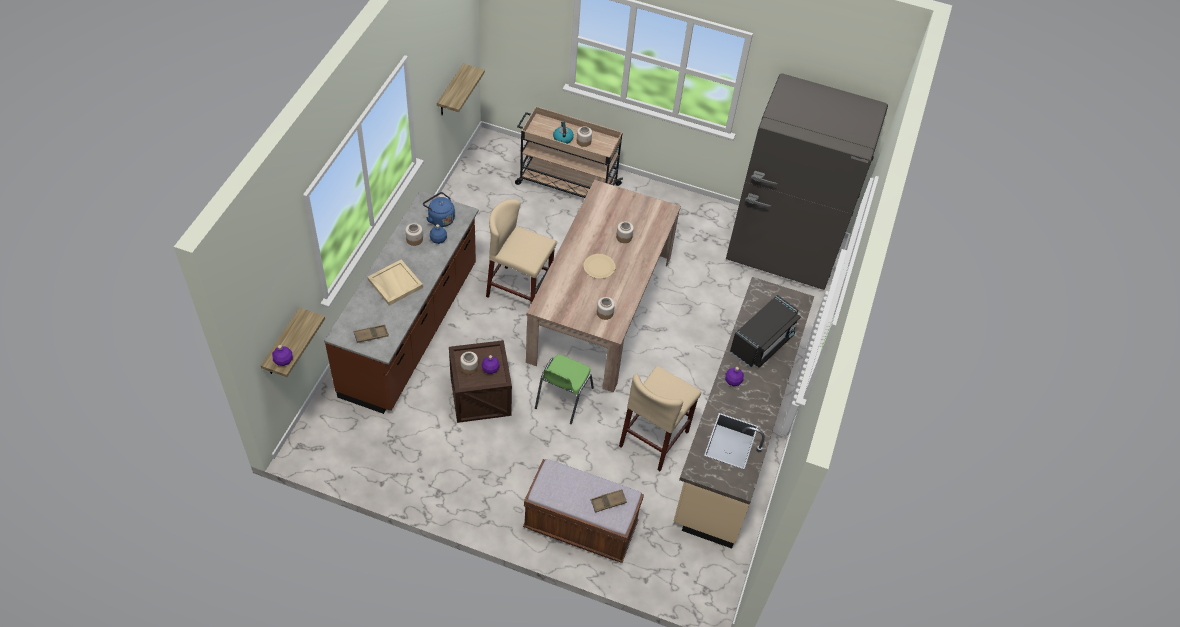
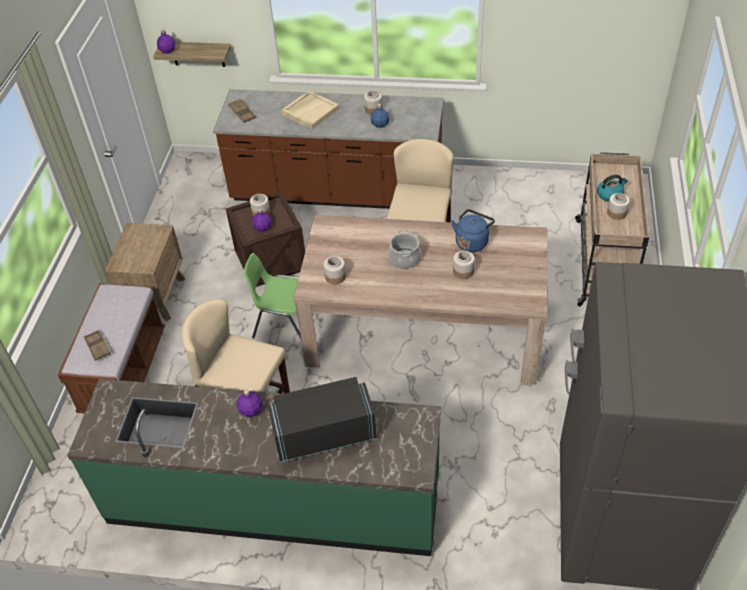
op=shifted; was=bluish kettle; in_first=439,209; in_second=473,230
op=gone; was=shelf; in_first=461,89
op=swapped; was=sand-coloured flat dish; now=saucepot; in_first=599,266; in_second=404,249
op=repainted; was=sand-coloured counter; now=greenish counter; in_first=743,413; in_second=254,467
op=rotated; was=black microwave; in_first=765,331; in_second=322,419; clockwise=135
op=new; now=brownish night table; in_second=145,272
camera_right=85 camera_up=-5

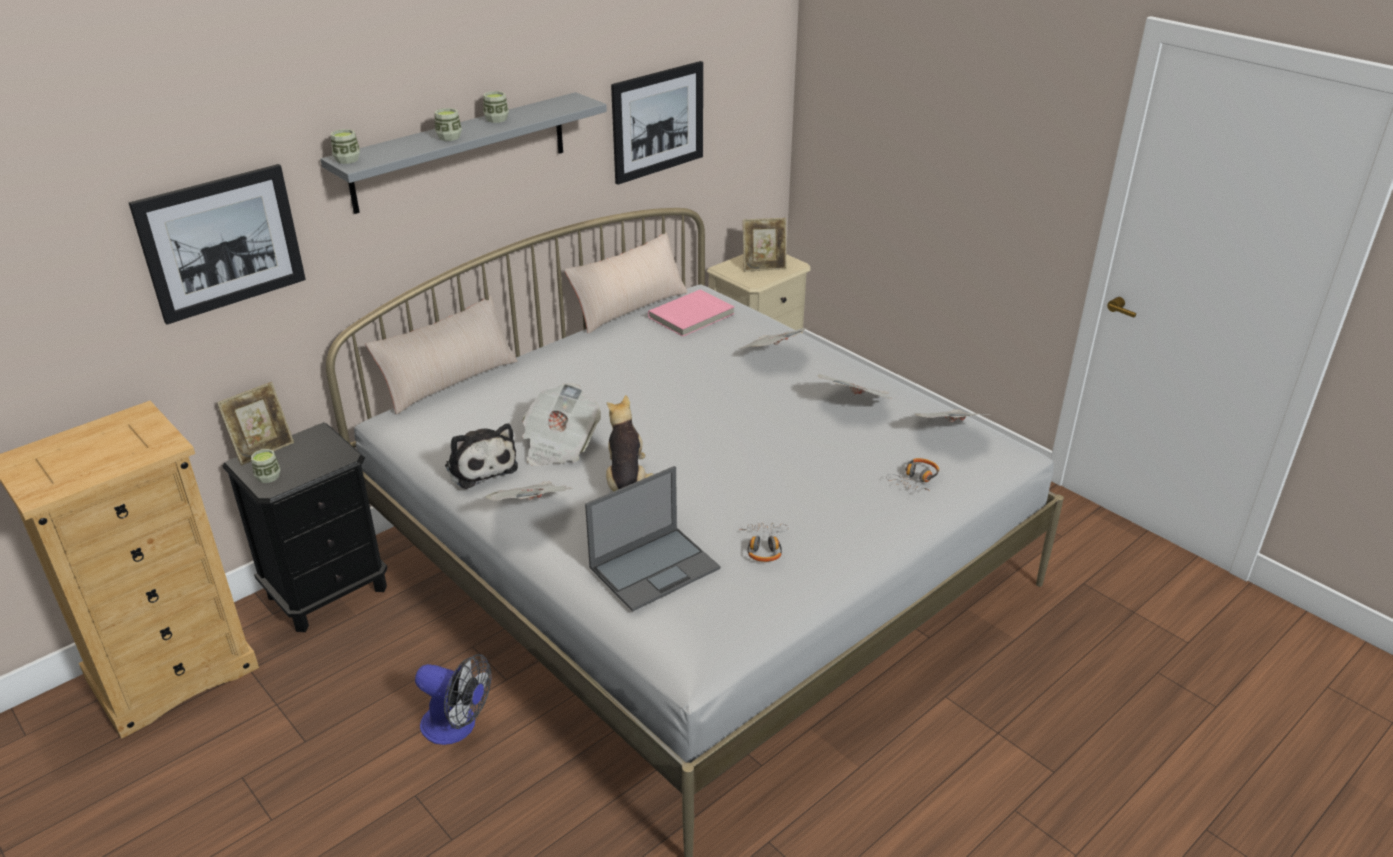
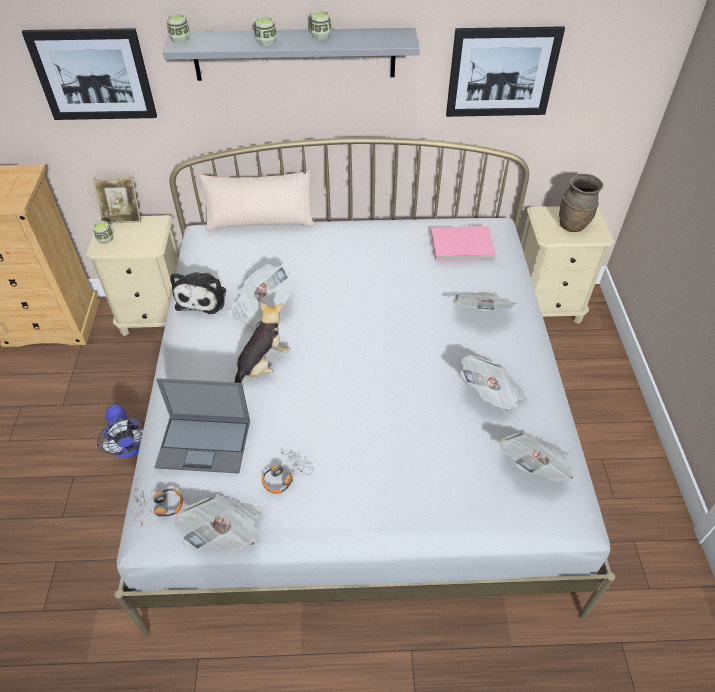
op=repainted; was=black night table; now=sand-coloured night table; in_first=305,527; in_second=132,275
op=shifted; was=newspaper; in_first=528,491; in_second=218,524
op=gone; was=sand-coloured throw pillow; in_first=626,282
op=swapped; was=photo frame; now=brownish flower vase; in_first=765,245; in_second=581,203
op=shifted; was=pair of headphones; in_first=912,474; in_second=157,506
camera_right=40 camera_up=15

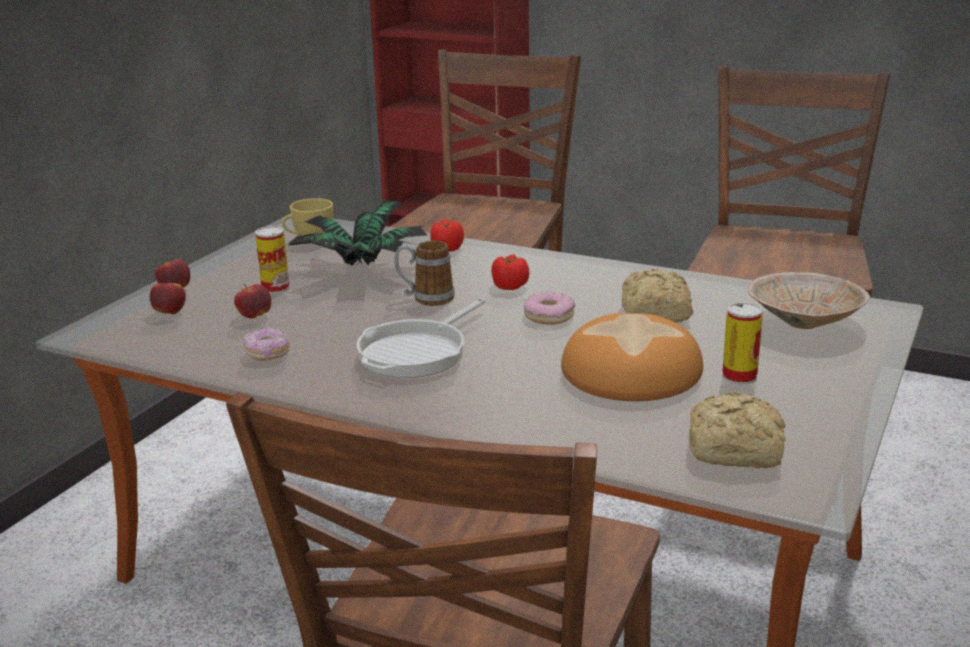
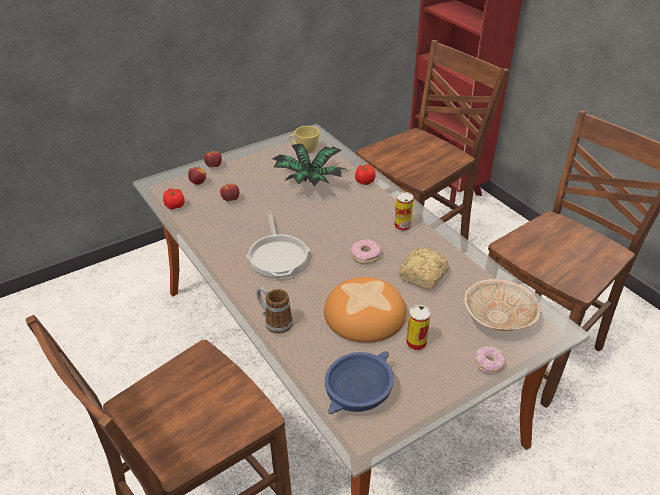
op=shifted; was=ring doughnut; in_first=266,343; in_second=490,360
op=shifted; was=can; in_first=272,260; in_second=404,212
op=rotated; was=frying pan; in_first=421,338; in_second=277,244; clockwise=-75
op=shifted; was=tea mug; in_first=424,273; in_second=274,310
op=shifted; was=tomato; in_first=510,272; in_second=174,198
op=swapped; was=bakery bread; now=bluish deep dish; in_first=737,430; in_second=359,382
camera_right=30 camera_up=15

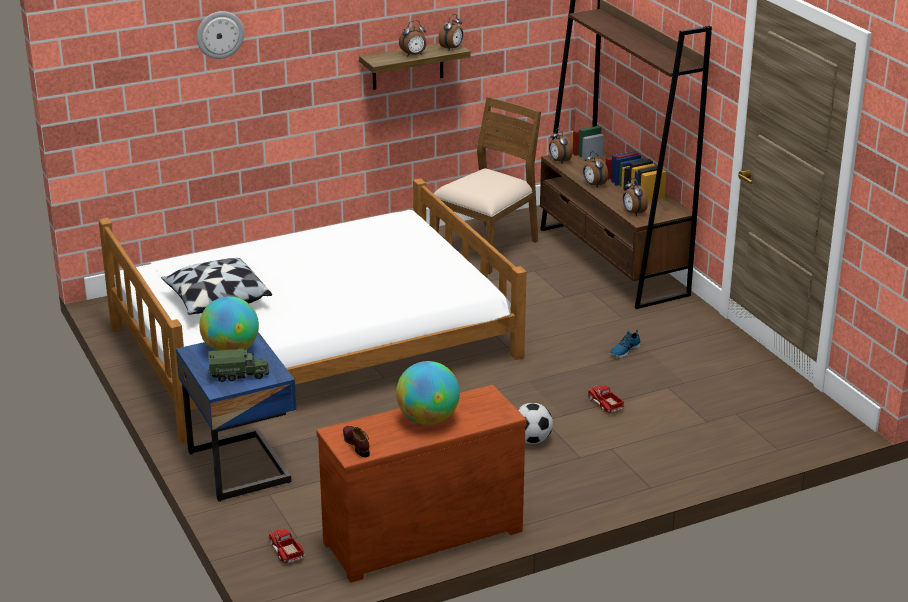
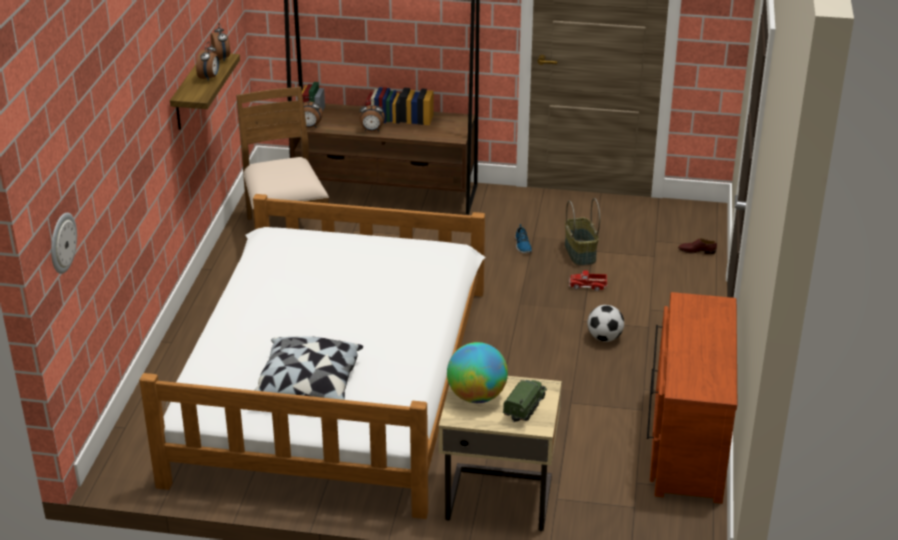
op=repainted; was=bluish night table; now=sand-coloured night table; in_first=236,417; in_second=500,453
op=shifted; was=clock on the wall; in_first=220,35; in_second=64,243
op=gone; was=model truck; in_first=287,546
op=shifted; was=brownish item of footwear; in_first=356,441; in_second=697,246
op=gone; was=world globe; in_first=428,393
op=gone; was=table clock; in_first=635,197
op=new; now=storage basket; in_second=582,231
camera_right=-55 camera_up=5

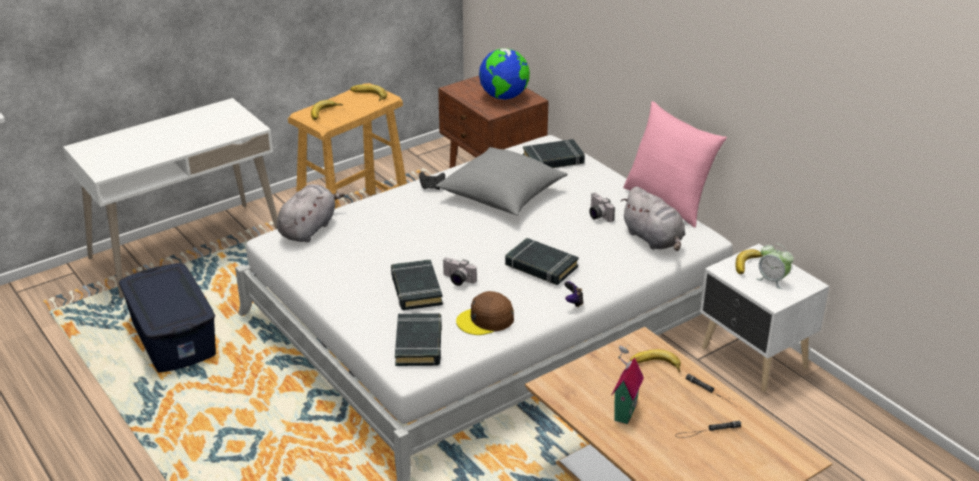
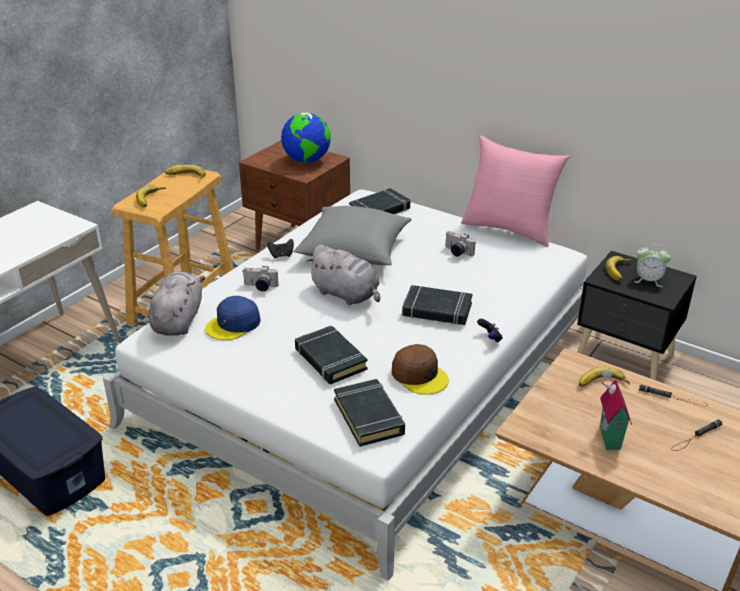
op=shifted; was=still camera; in_first=459,271; in_second=260,278
op=rotated; was=brownish cap; in_first=485,313; in_second=420,369; clockwise=-90
op=shifted; was=gray soft toy; in_first=653,219; in_second=343,275
op=repainted; was=white night table; now=black night table; in_first=764,318; in_second=637,315
op=new; now=bluish cap; in_second=233,318
camera_right=-20 camera_up=0

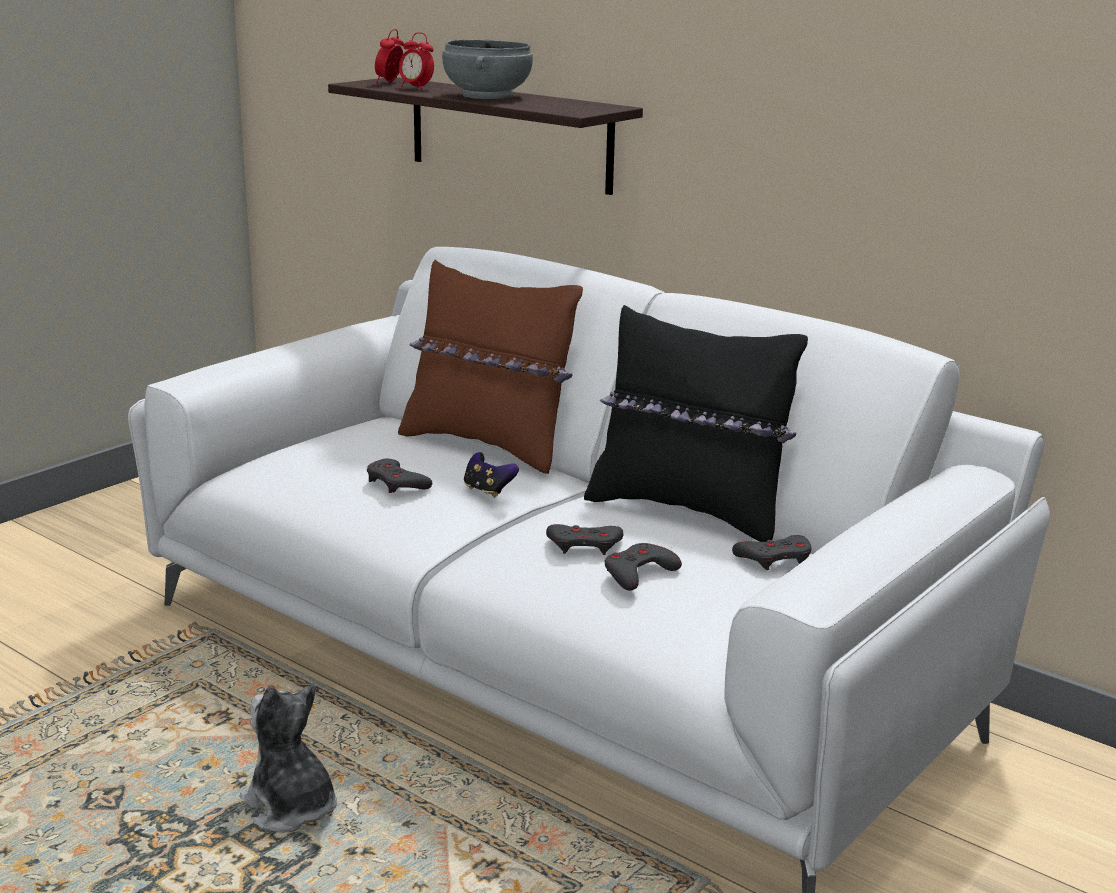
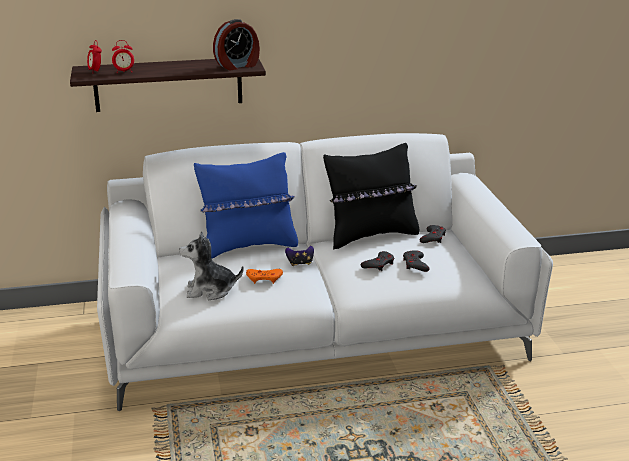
op=shifted; was=soft toy; in_first=288,758; in_second=211,265
op=repainted; was=gray game controller; now=orange game controller; in_first=399,476; in_second=264,276
op=repainted; was=brownish throw pillow; now=bluish throw pillow; in_first=490,367; in_second=246,205
op=gone; was=gray deep dish; in_first=487,69
op=new; now=table clock; in_second=236,44
camera_right=-50 camera_up=5

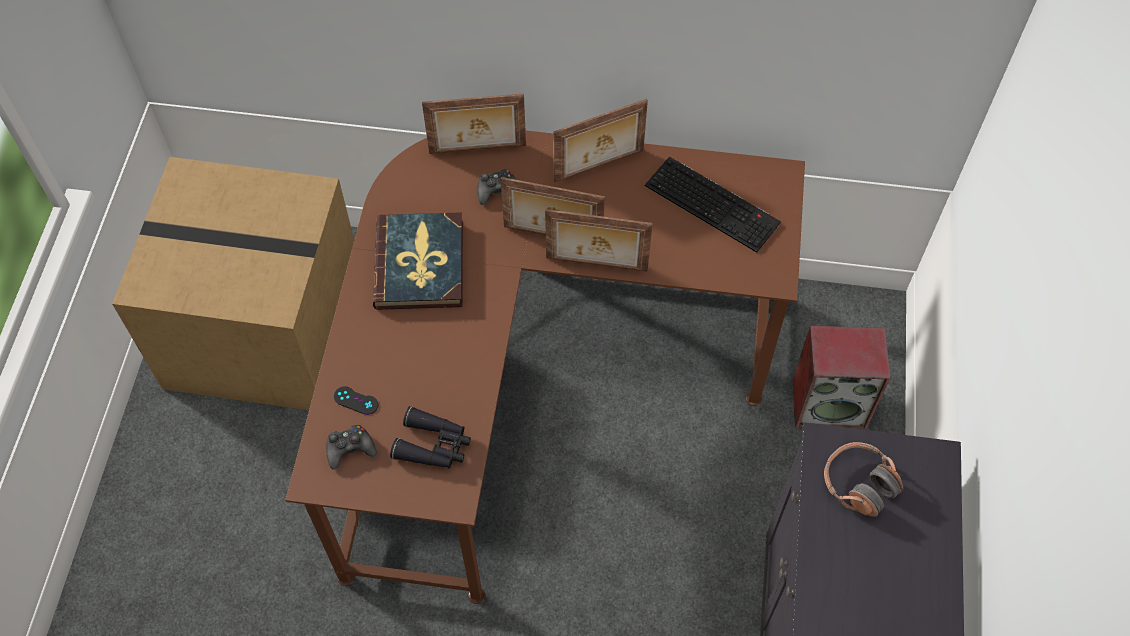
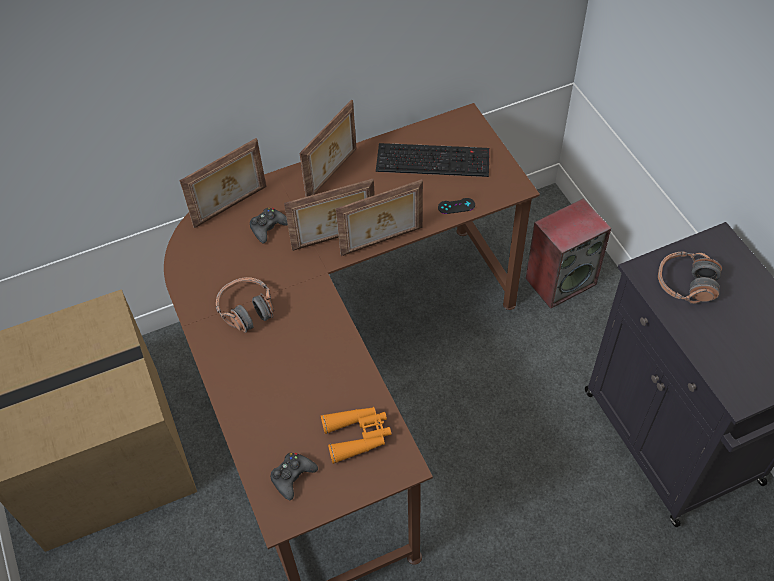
op=shifted; was=black game controller; in_first=356,400; in_second=456,206
op=swapped; was=bound book; now=pair of headphones; in_first=418,261; in_second=245,305
op=repainted; was=black field glasses; now=orange field glasses; in_first=430,437; in_second=356,435
camera_right=-30 camera_up=-5

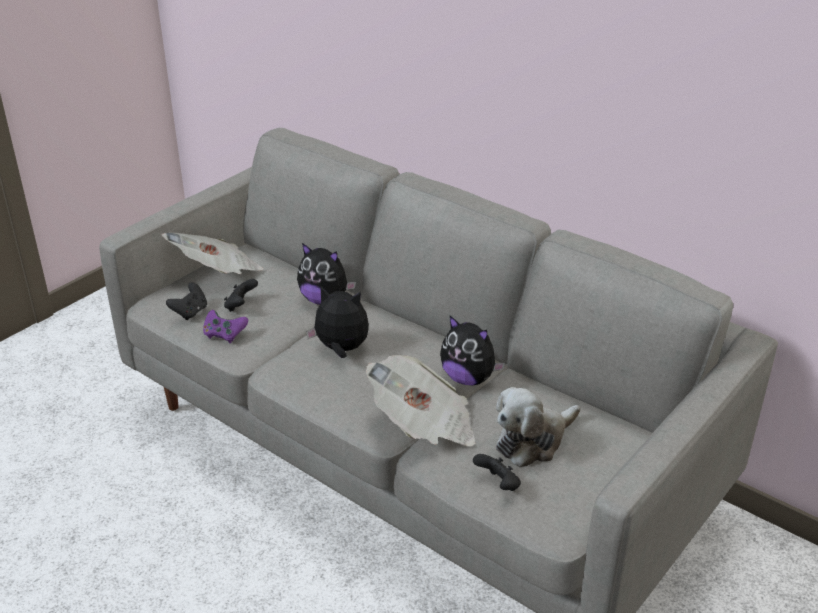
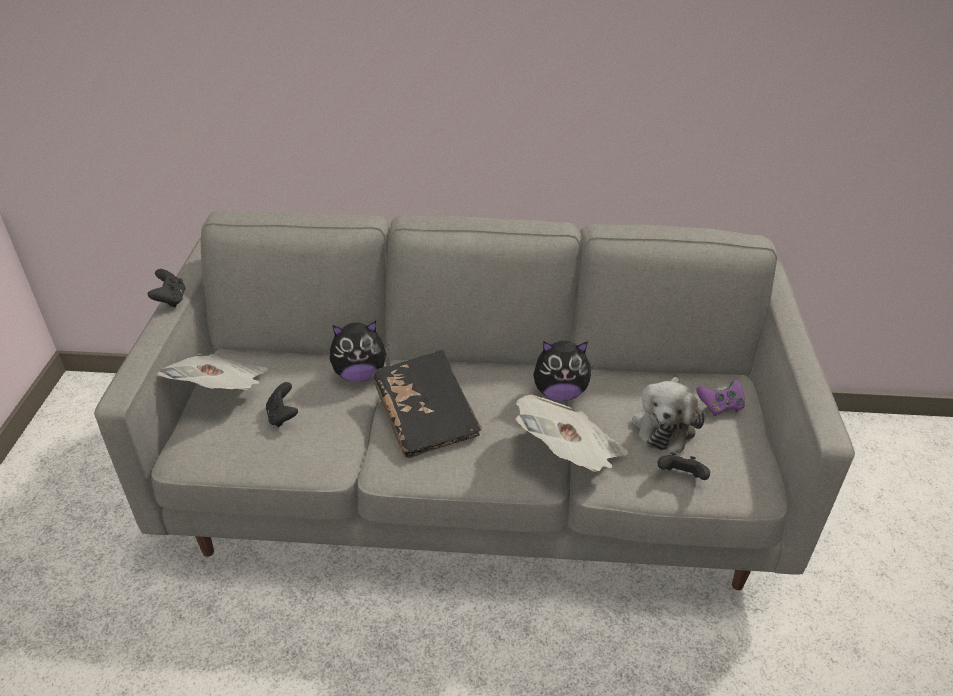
op=shifted; was=black game controller; in_first=186,301; in_second=167,288
op=shifted; was=purple-coloured game controller; in_first=225,326; in_second=720,398
op=swapped; was=soft toy; now=black bound book; in_first=337,322; in_second=427,404
camera_right=-35 camera_up=5

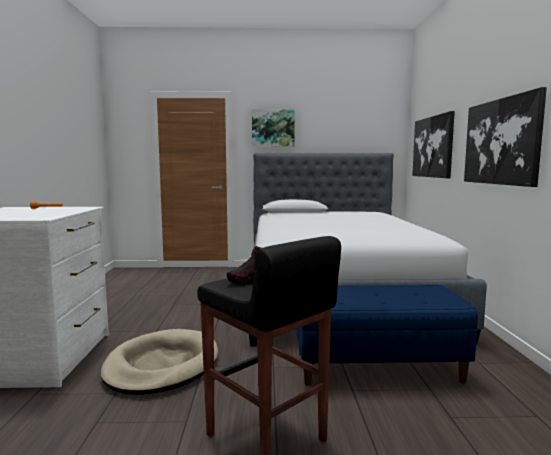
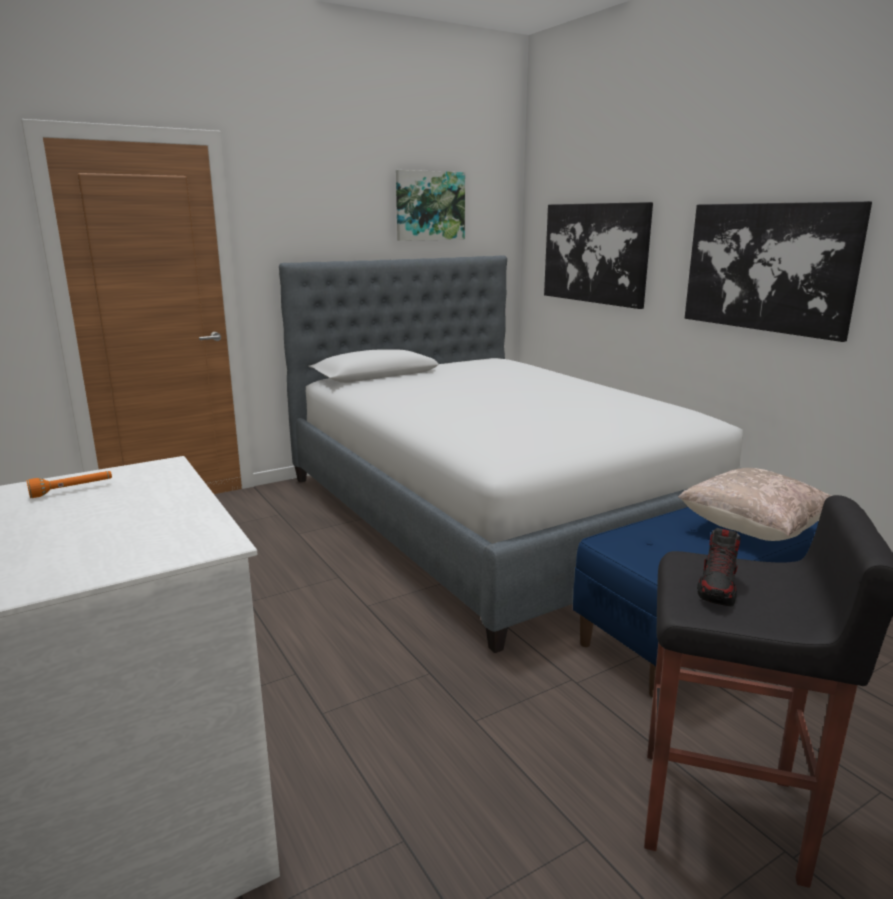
op=gone; was=sand-coloured dog bed; in_first=159,362
op=shifted; was=wall art; in_first=273,128; in_second=430,205
op=new; now=sand-coloured throw pillow; in_second=754,504
camera_right=-30 camera_up=10

